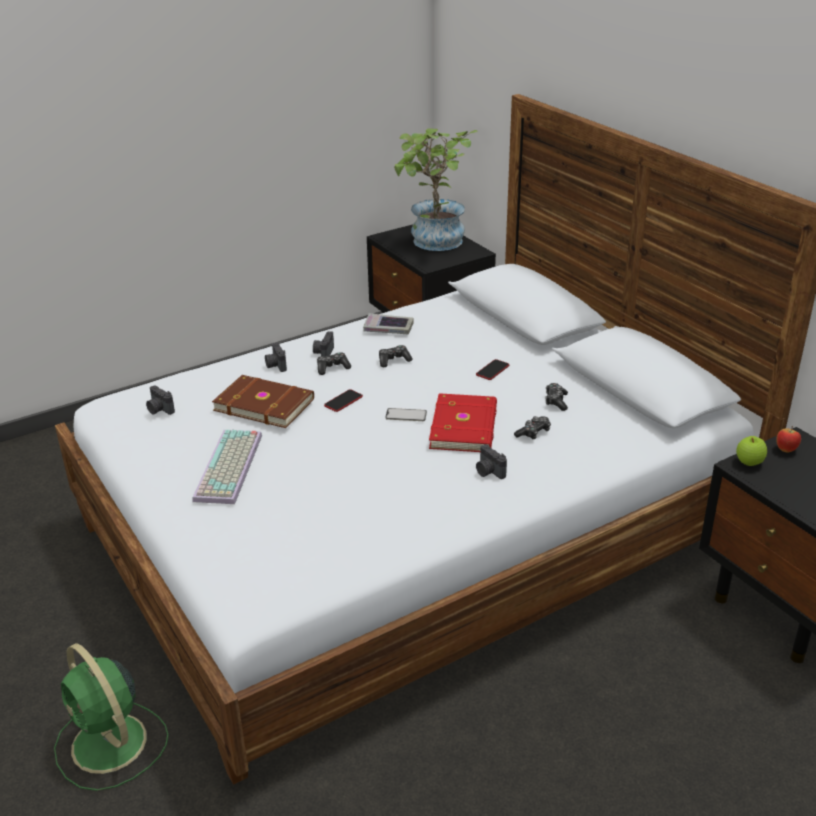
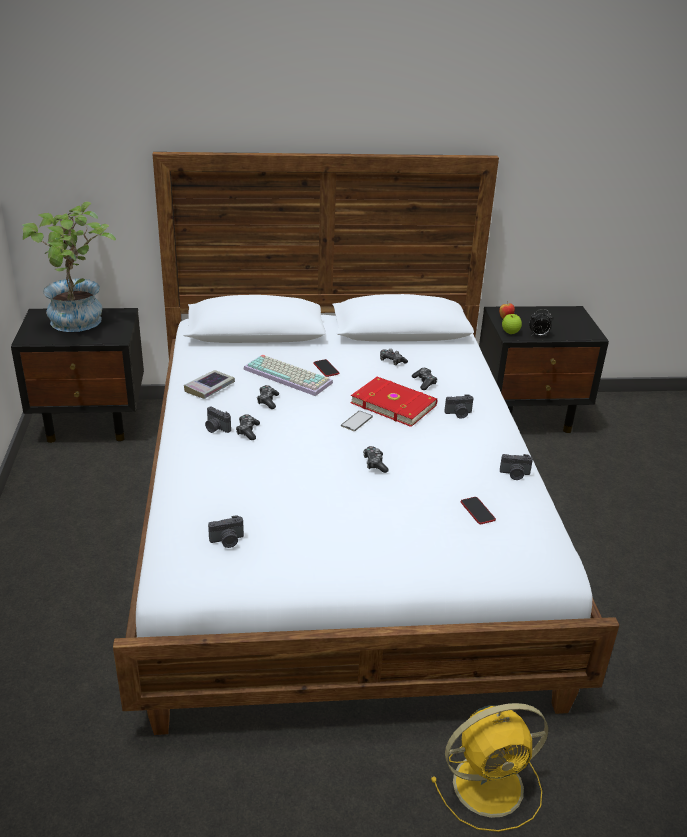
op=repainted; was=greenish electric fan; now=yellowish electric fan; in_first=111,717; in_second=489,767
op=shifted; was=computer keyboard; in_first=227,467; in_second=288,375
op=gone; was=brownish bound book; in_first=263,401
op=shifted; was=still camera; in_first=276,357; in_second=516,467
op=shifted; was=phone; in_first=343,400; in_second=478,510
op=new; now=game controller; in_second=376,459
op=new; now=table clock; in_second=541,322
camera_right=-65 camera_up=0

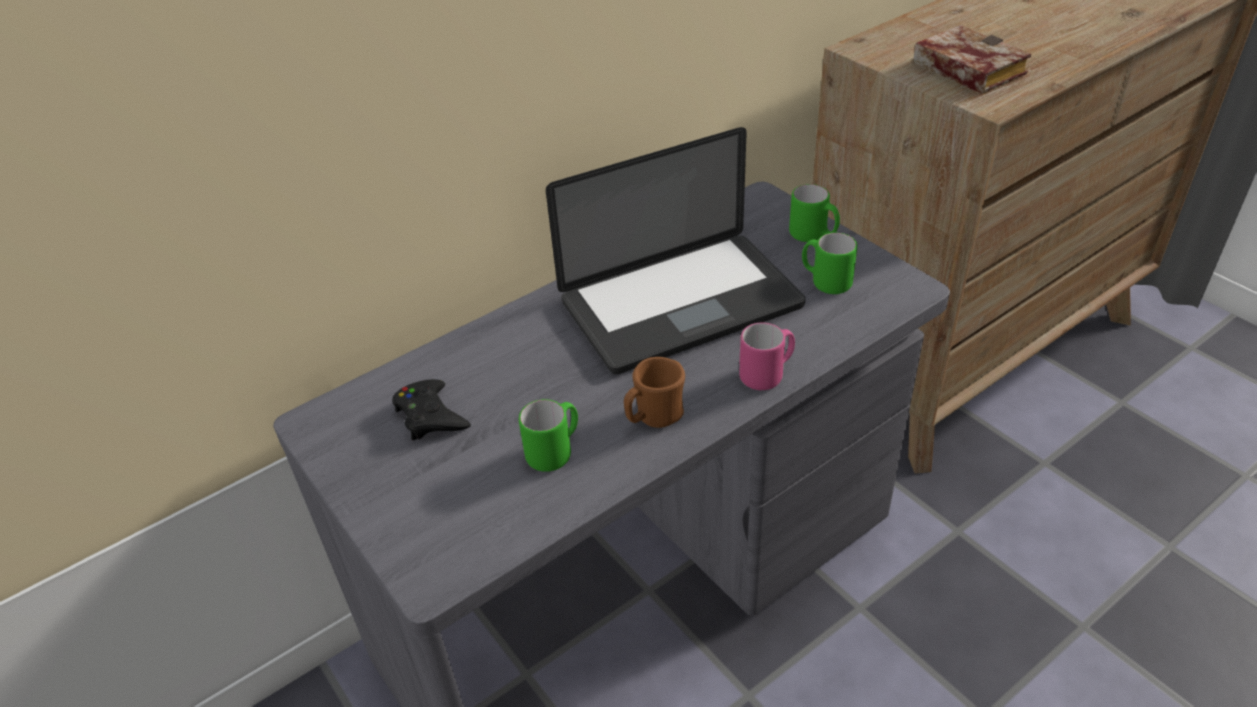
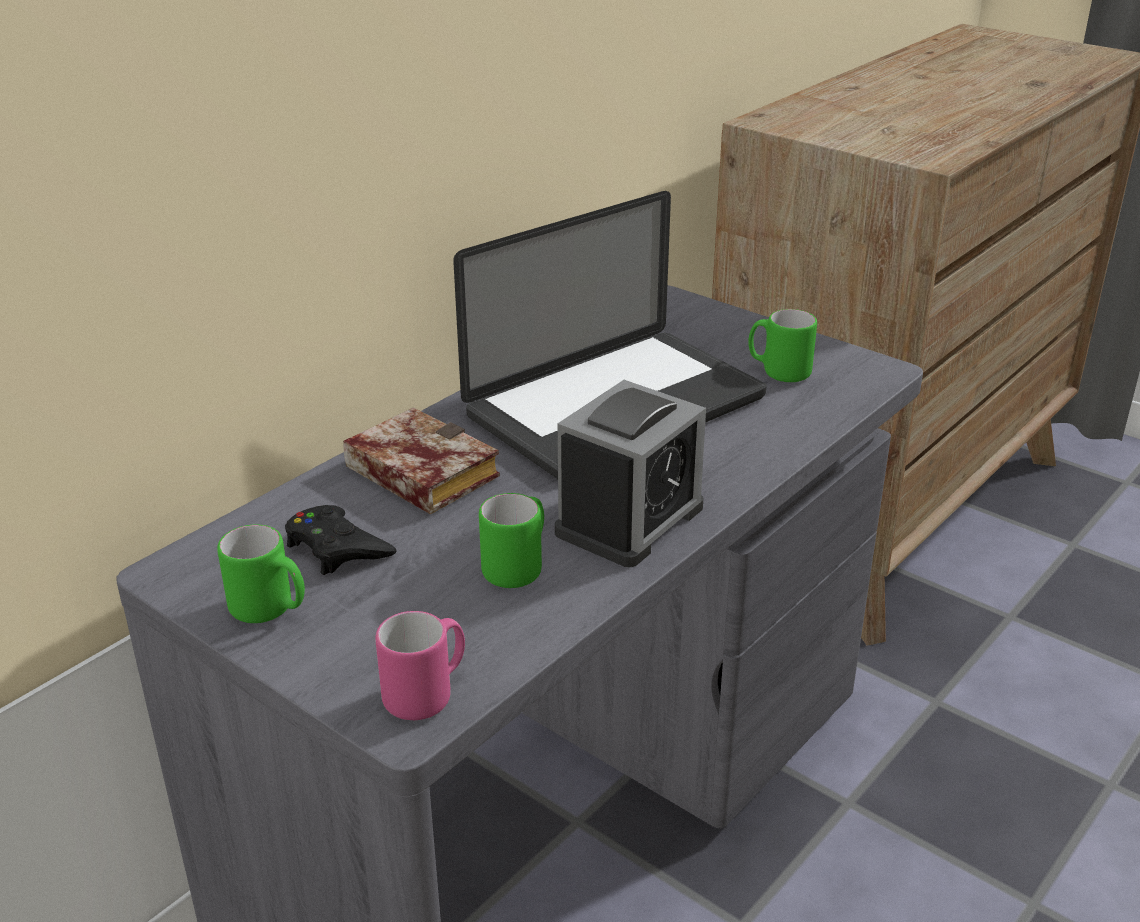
op=swapped; was=brownish tea mug; now=table clock; in_first=654,392; in_second=630,473
op=shifted; was=pink tea mug; in_first=767,356; in_second=420,665
op=shifted; was=greenish tea mug; in_first=814,213; in_second=261,574
op=shifted; was=bound book; in_first=972,59; in_second=421,460
camera_right=-15 camera_up=-10

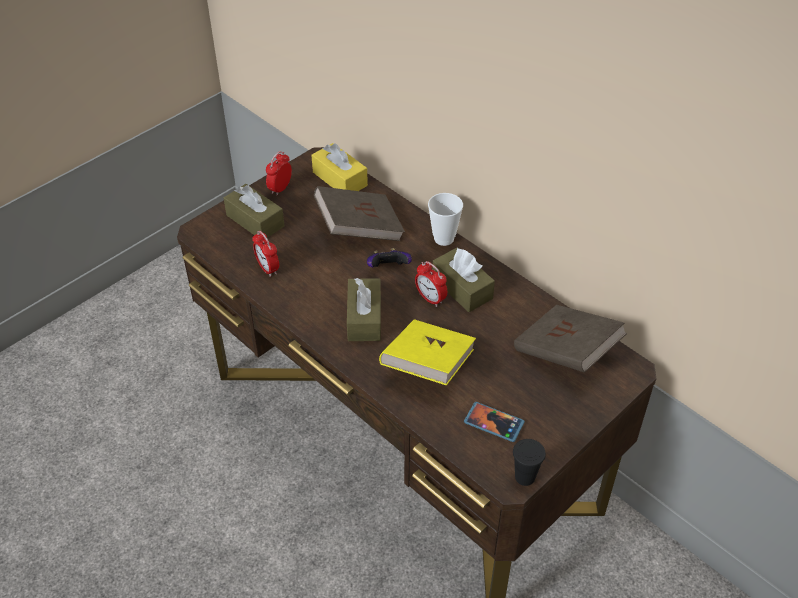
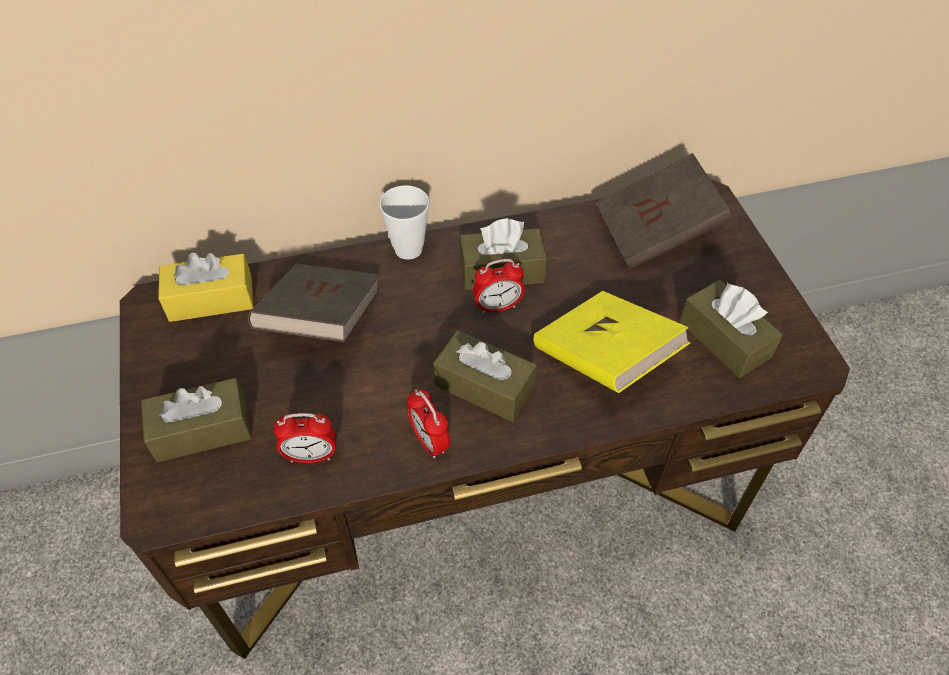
op=shifted; was=table clock; in_first=279,173; in_second=428,423
op=gone; was=game controller; in_first=389,258
op=swapped; was=phone; now=brownish tissue box; in_first=494,422; in_second=731,329
op=gone; was=black small cup; in_first=529,462
camera_right=-60 camera_up=5

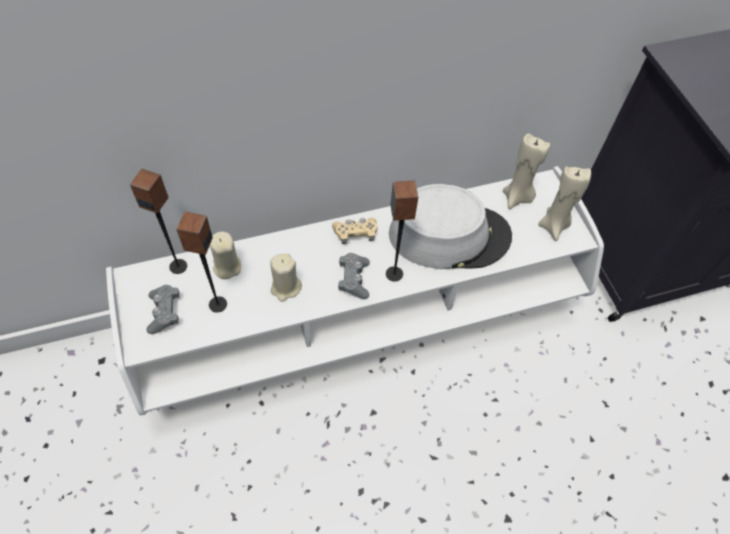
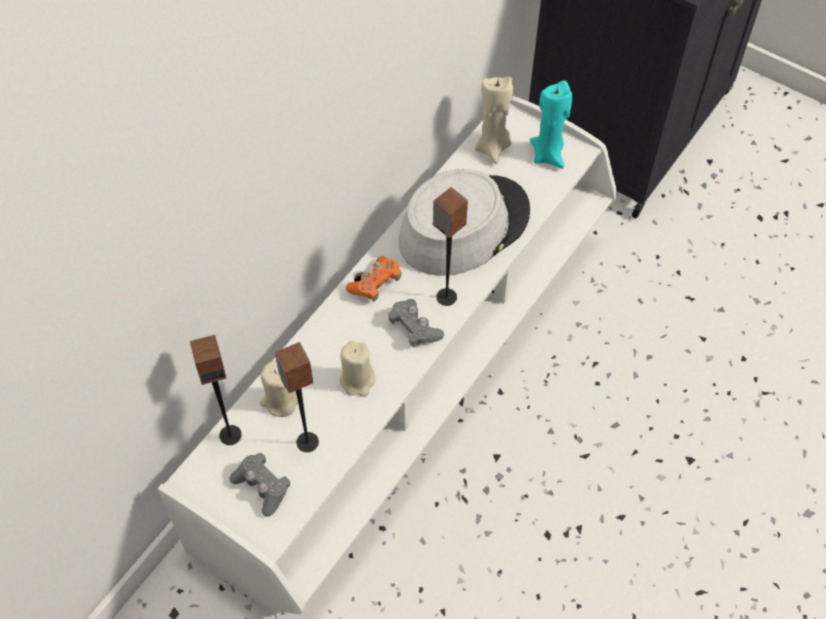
op=repainted; was=sand-coloured game controller; now=orange game controller; in_first=354,231; in_second=374,278
op=repainted; was=sand-coloured wax candle; now=turquoise-coloured wax candle; in_first=564,203; in_second=551,124
camera_right=-35 camera_up=0

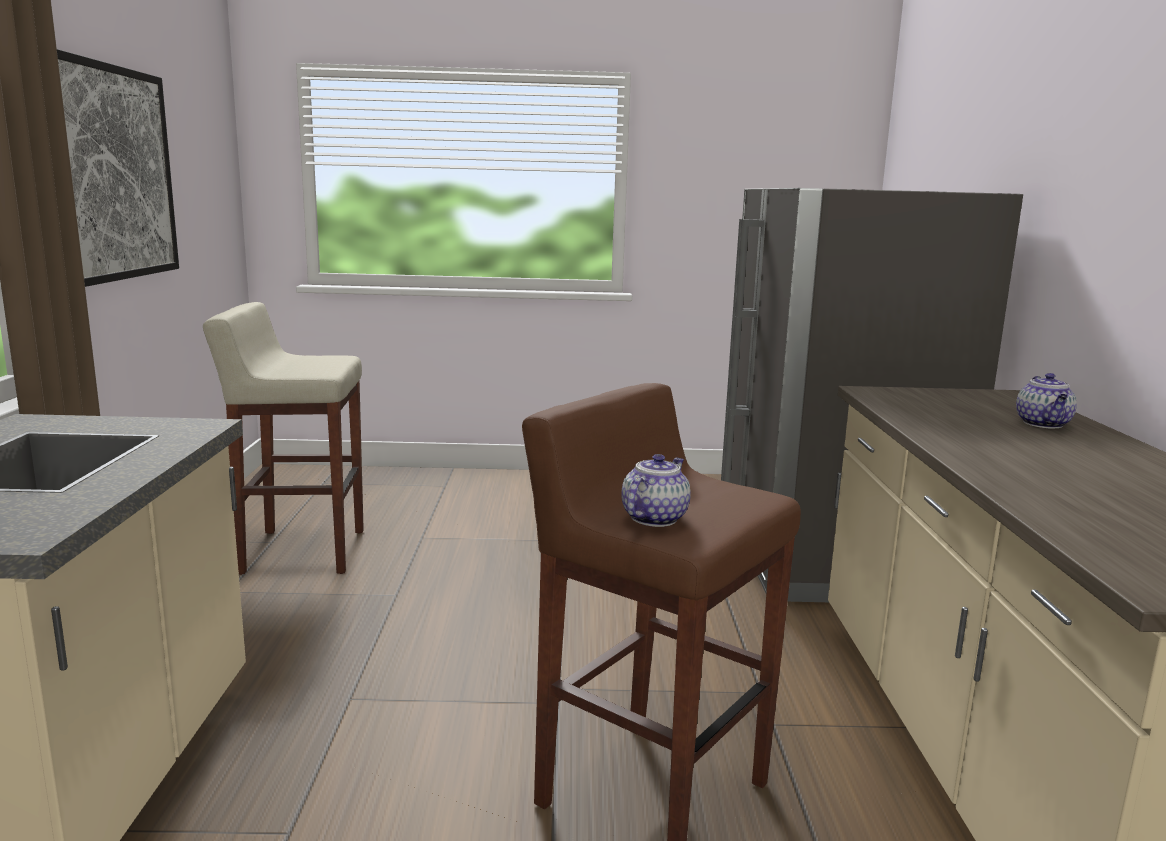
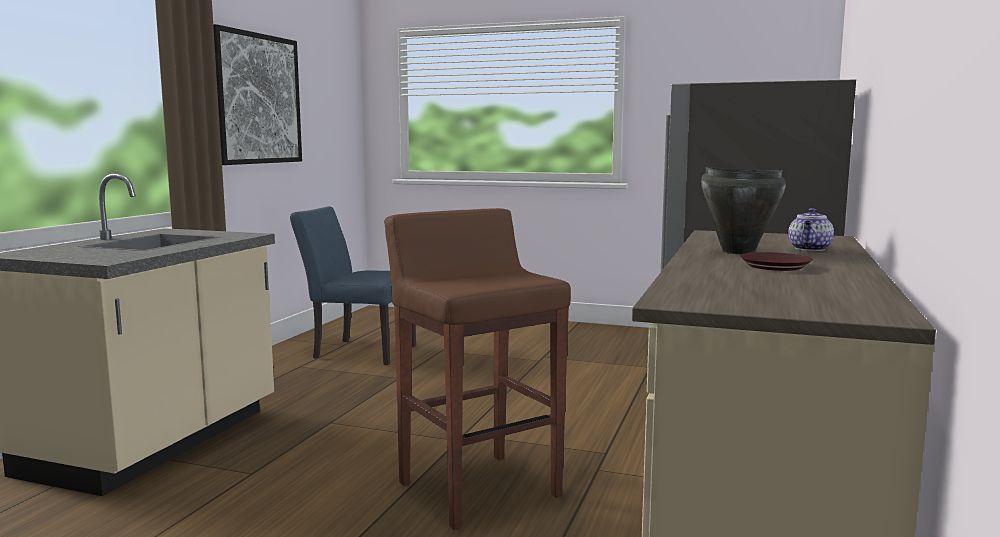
op=swapped; was=sand-coloured stool seat; now=bluish upright chair; in_first=283,438; in_second=353,285
op=gone; was=teapot; in_first=656,490
op=new; now=black saucepot; in_second=743,210
op=new; now=brownish flat dish; in_second=776,261
camera_right=20 camera_up=-5

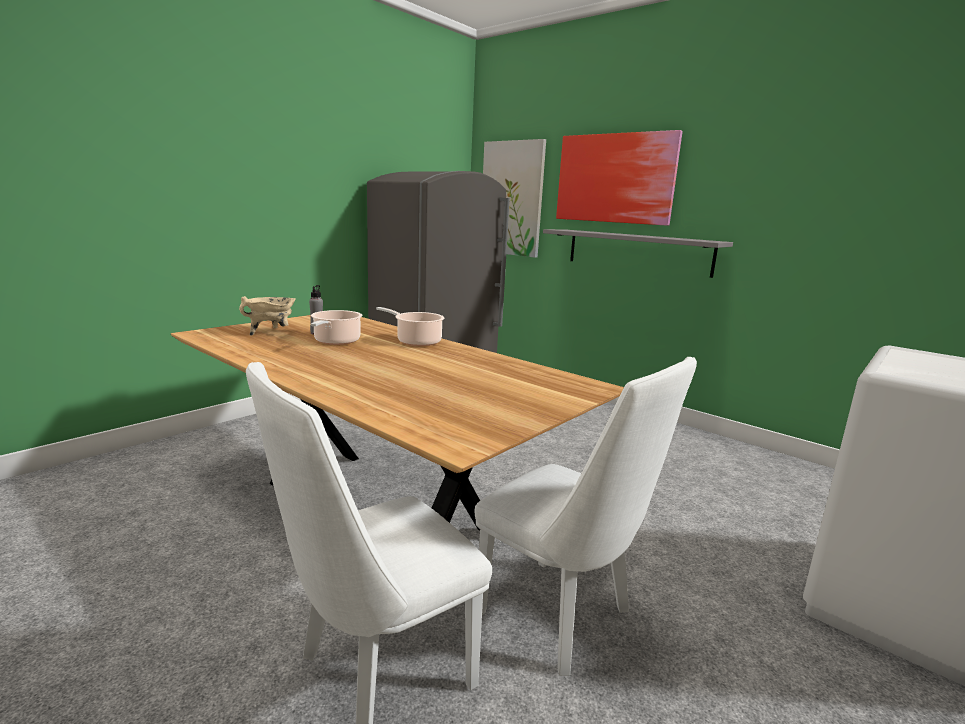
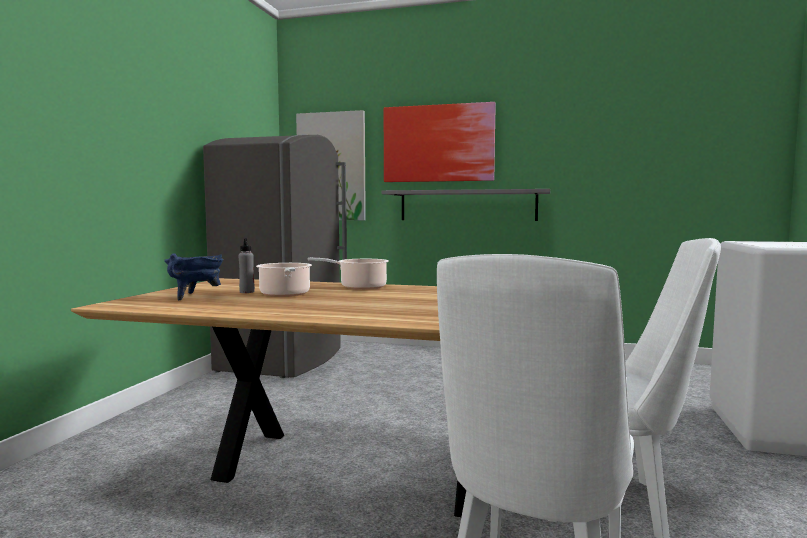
op=repainted; was=sand-coloured saucepot; now=bluish saucepot; in_first=267,316; in_second=193,276
camera_right=-25 camera_up=-10

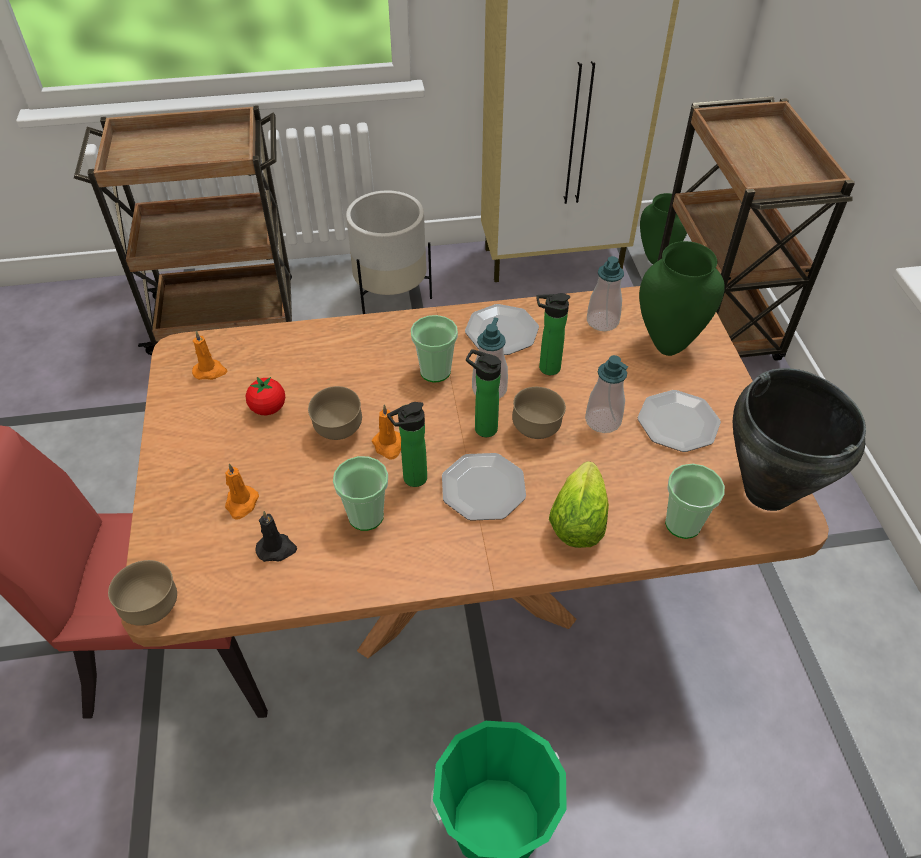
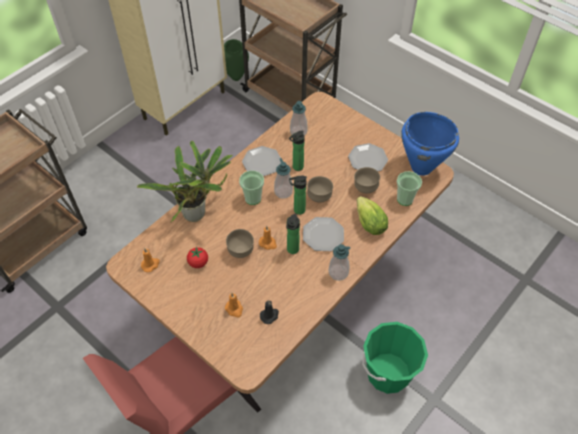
op=shifted; was=brownish deep dish; in_first=142,593; in_second=367,180
op=gone; was=small cup; in_first=360,493
op=gone; was=white plant pot; in_first=389,252
op=shifted; was=soap dispenser; in_first=606,394; in_second=339,262
op=gone; was=greenish flower vase; in_first=682,298
op=repainted; was=black saucepot; now=bluish saucepot; in_first=799,439; in_second=430,144
op=new; now=potted plant; in_second=185,182
camera_right=-40 camera_up=5

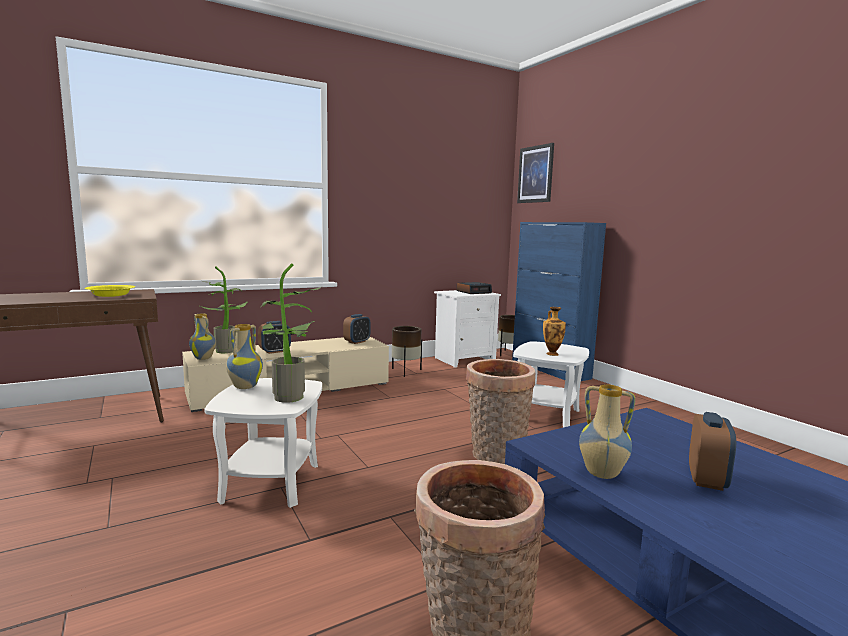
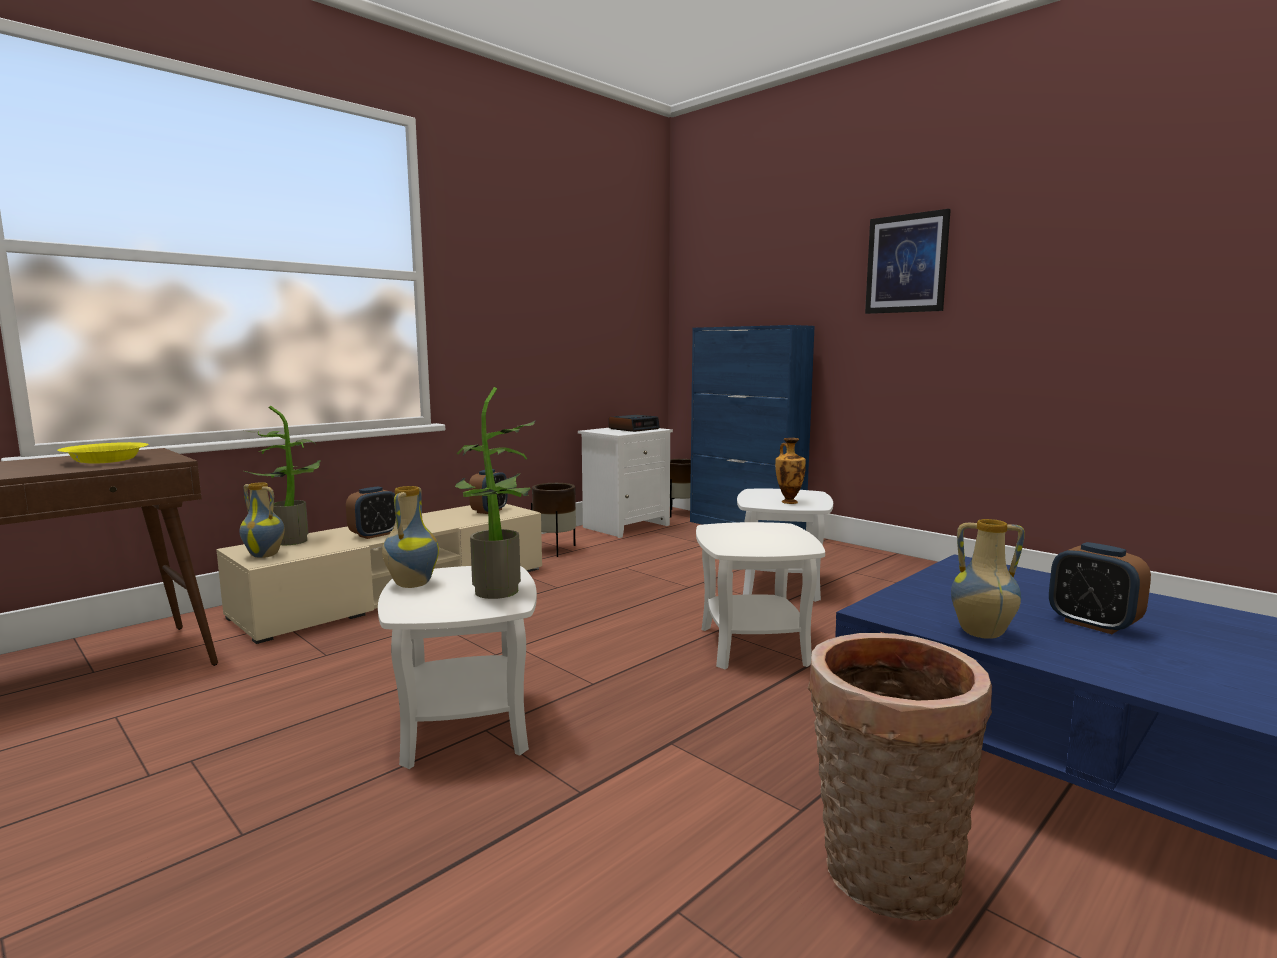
op=swapped; was=storage basket; now=white side table; in_first=500,411; in_second=760,595
op=shifted; was=wall art; in_first=535,173; in_second=908,261
op=rotated; was=table clock; in_first=712,451; in_second=1100,588; clockwise=135
camera_right=-15 camera_up=0

